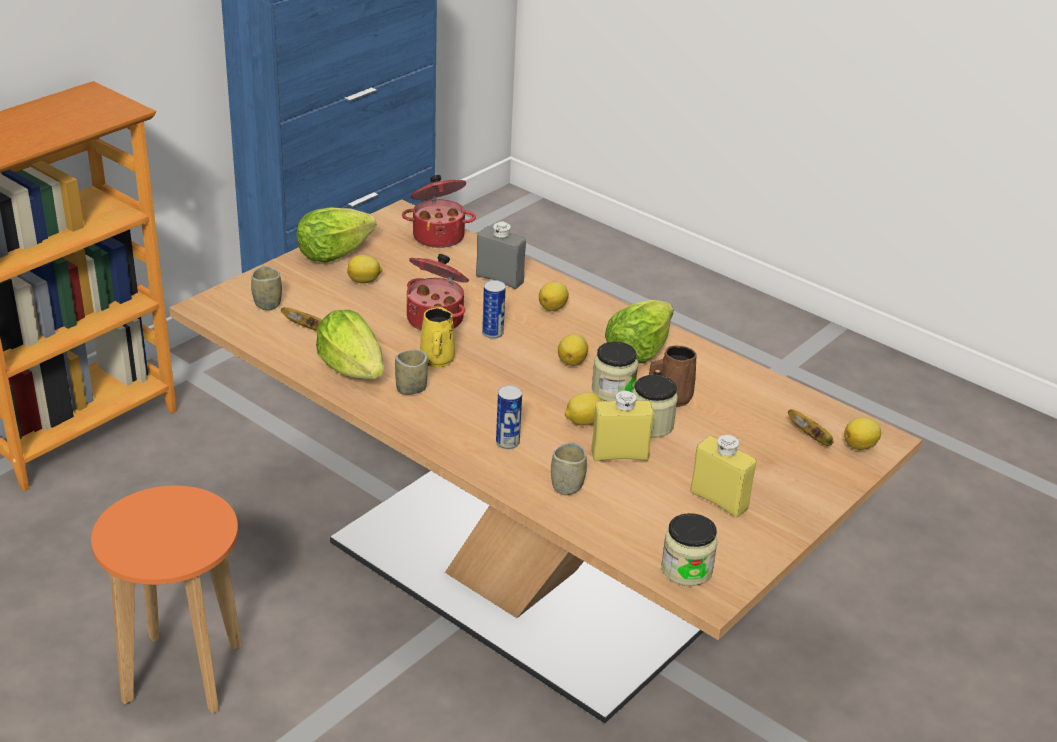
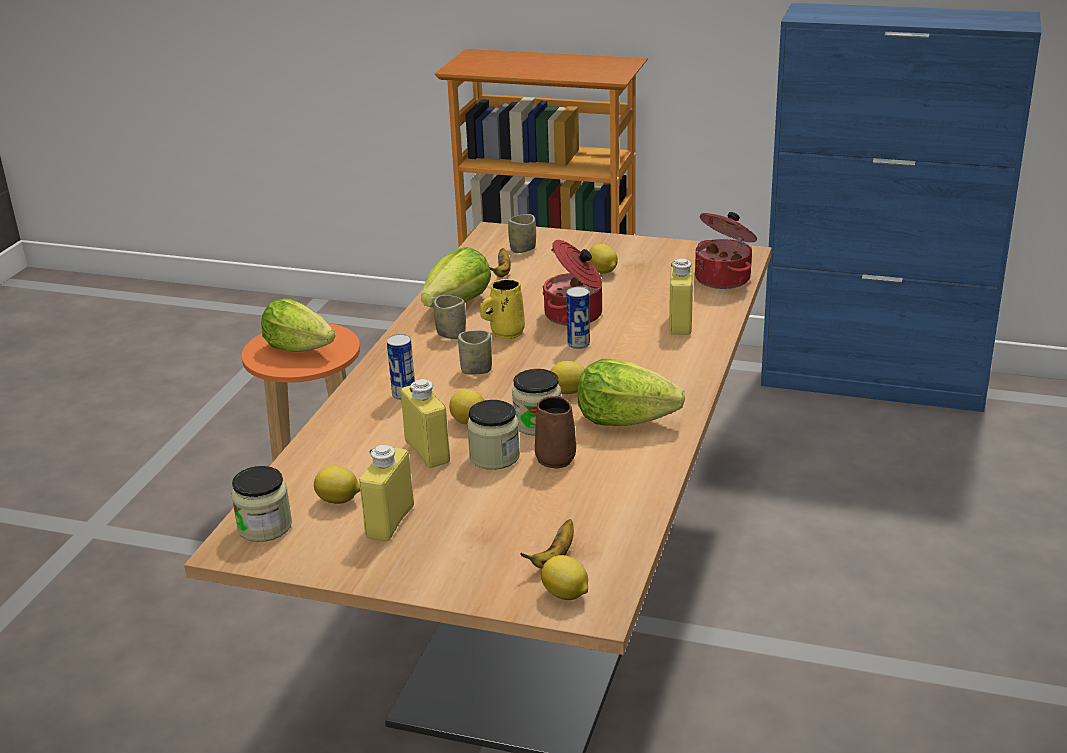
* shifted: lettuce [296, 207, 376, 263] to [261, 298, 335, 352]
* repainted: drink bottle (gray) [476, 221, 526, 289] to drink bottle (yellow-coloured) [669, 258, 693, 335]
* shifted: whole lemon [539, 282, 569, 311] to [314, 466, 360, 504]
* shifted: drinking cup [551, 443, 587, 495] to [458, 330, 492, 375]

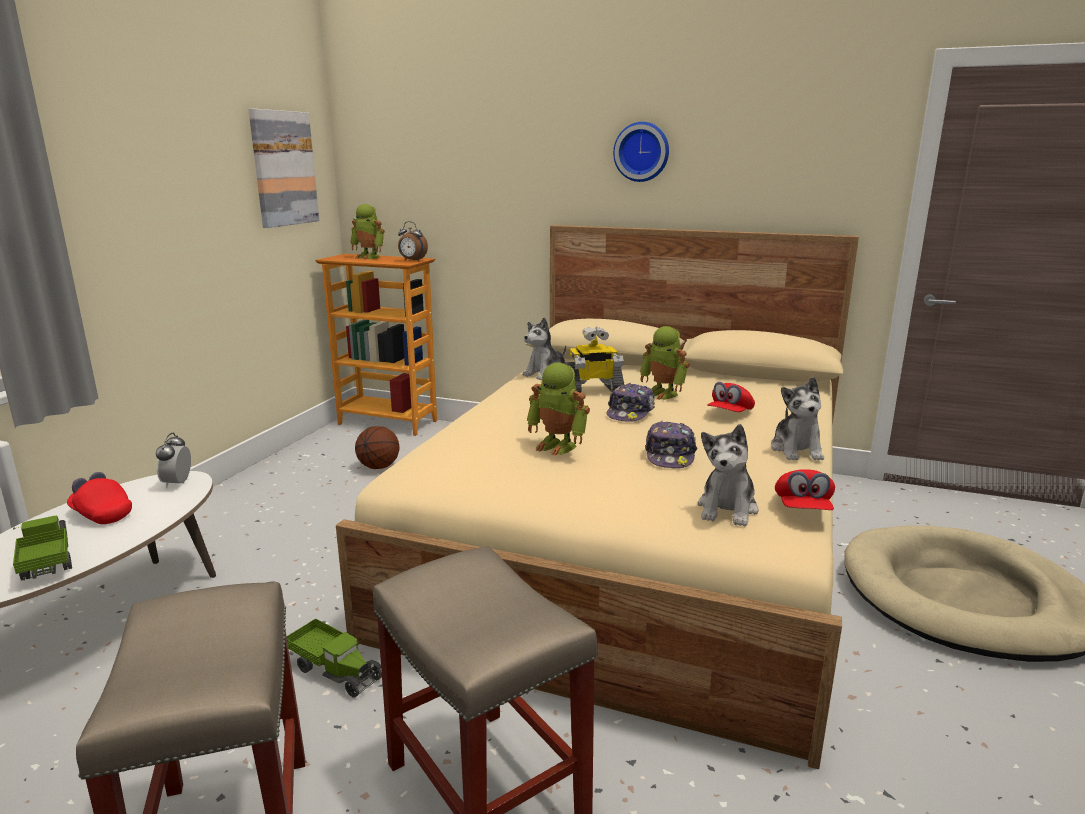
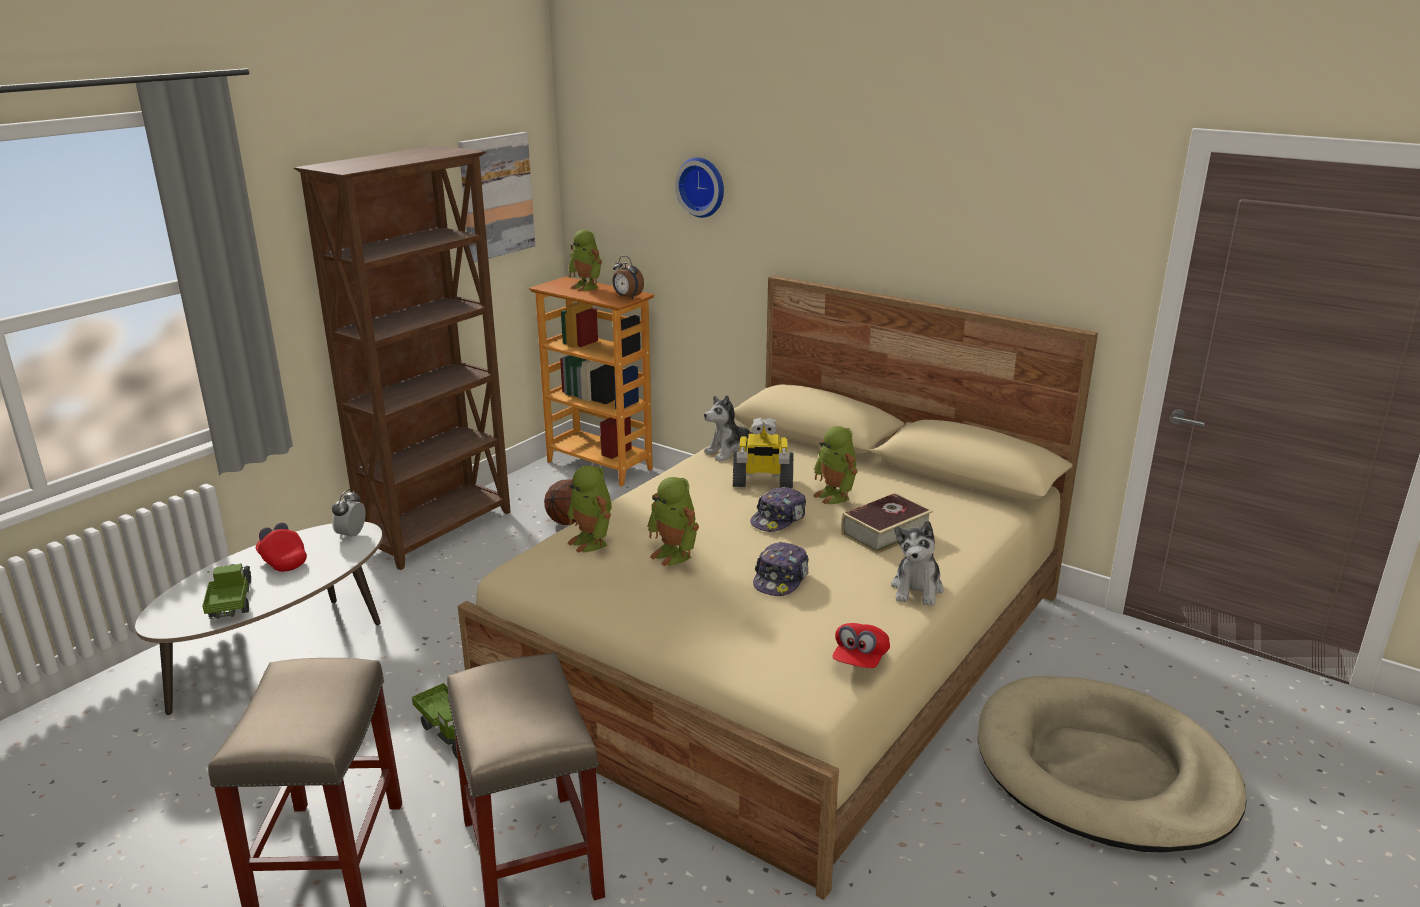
* shifted: clock on the wall [613, 122, 669, 182] to [675, 157, 724, 218]
* gone: plush toy [698, 424, 759, 527]
* swapped: peaked cap (red) [707, 382, 755, 412] to book [841, 493, 933, 554]
* new: bookshelf (brownish) [294, 145, 511, 570]
* new: robot figure [567, 465, 612, 553]

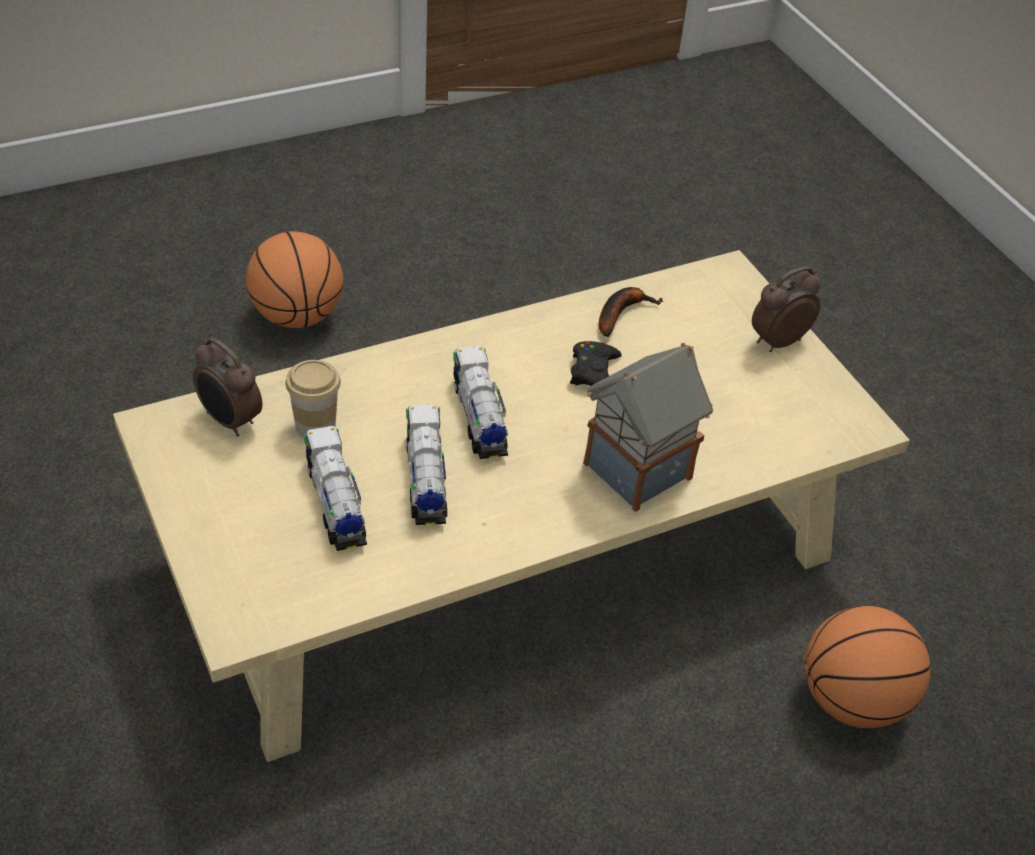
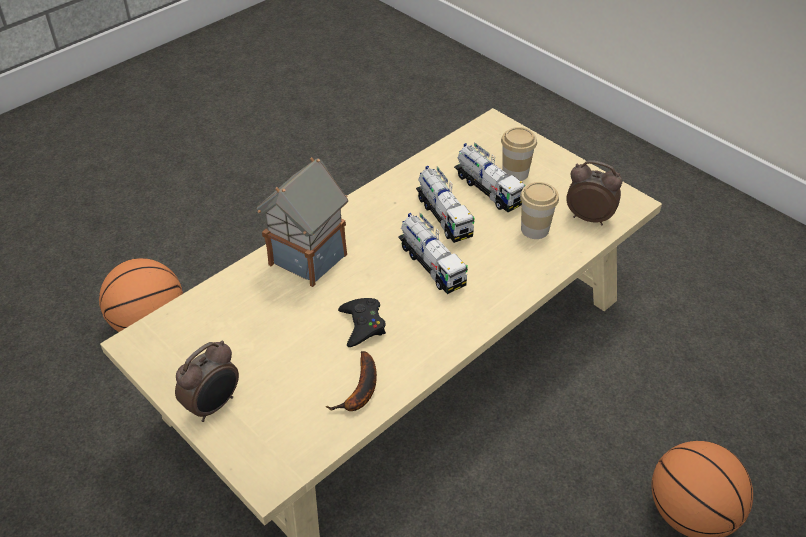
* new: drinking cup [501, 127, 537, 181]

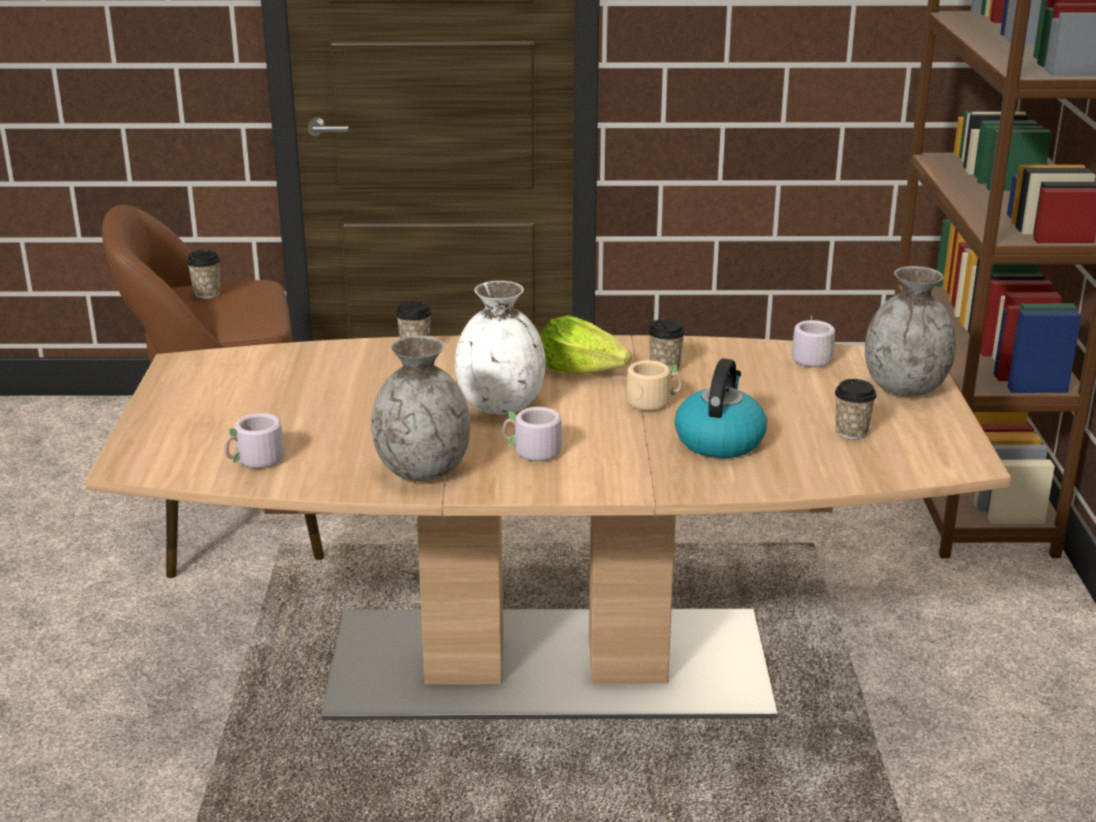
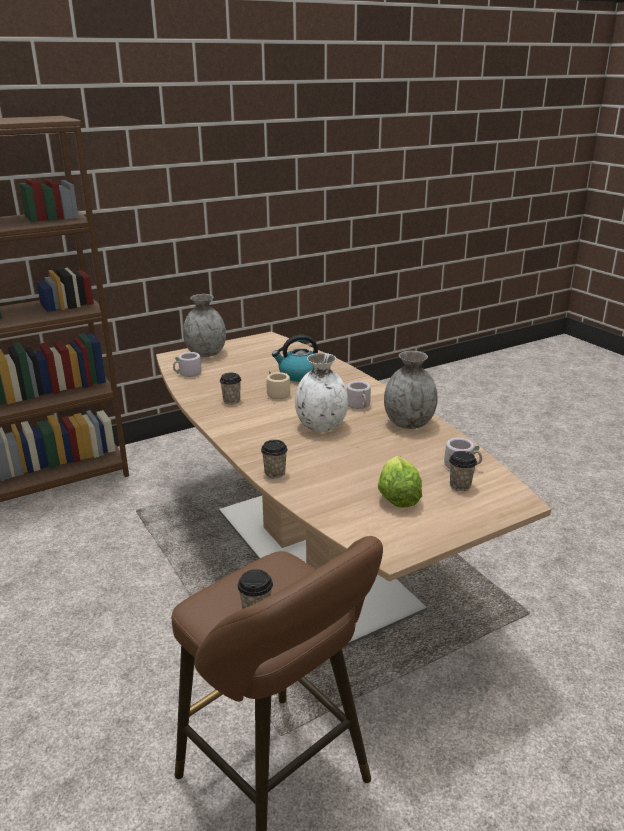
* shifted: lettuce [540, 315, 632, 374] to [378, 456, 422, 508]
* shifted: drinking cup [835, 379, 876, 439] to [449, 451, 477, 491]

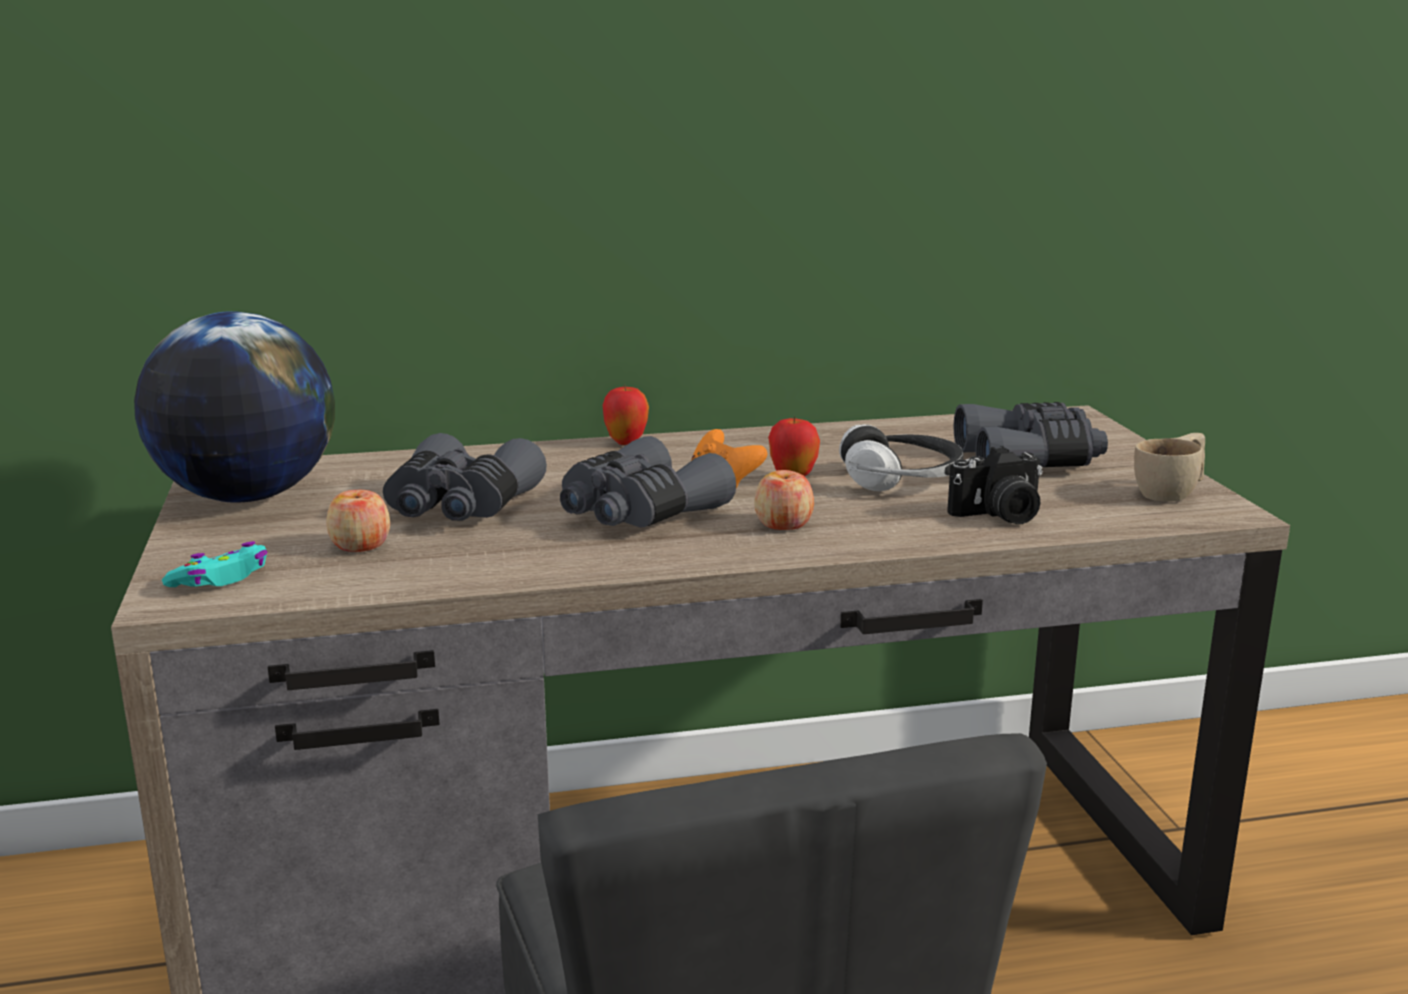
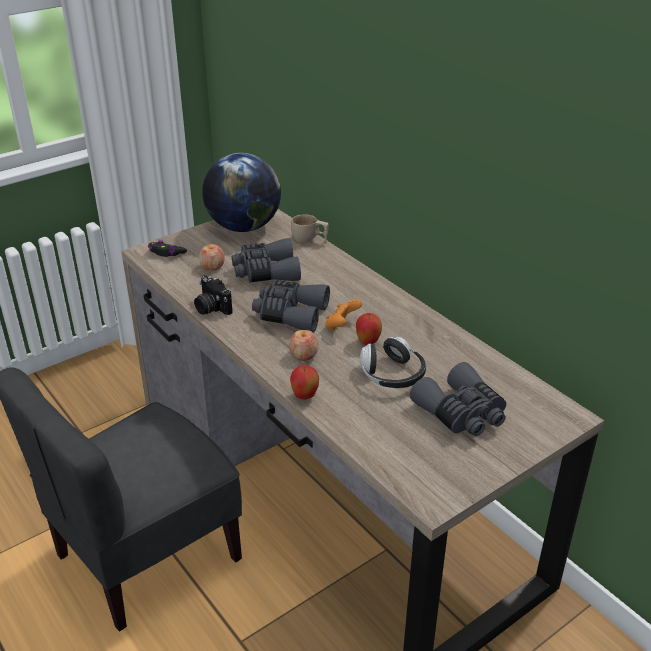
* repainted: joypad (turquoise-coloured) [162, 541, 268, 587] to joypad (blackish) [148, 240, 187, 257]
* shifted: apple [603, 384, 649, 445] to [290, 365, 319, 400]
* shifted: photo camera [947, 446, 1042, 524] to [194, 275, 233, 315]
* shifted: drinking cup (beige) [1134, 433, 1205, 501] to [291, 214, 329, 244]

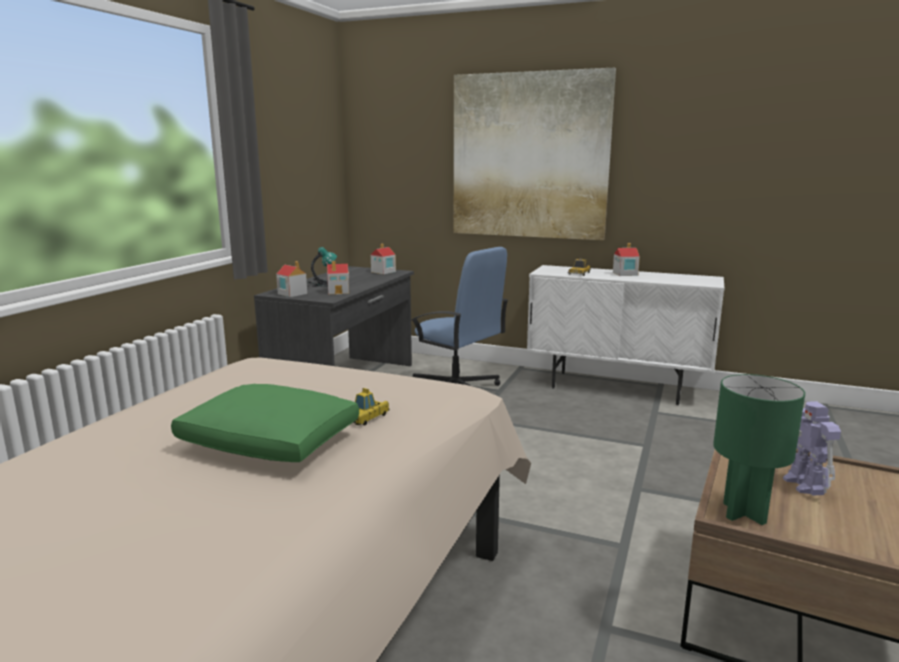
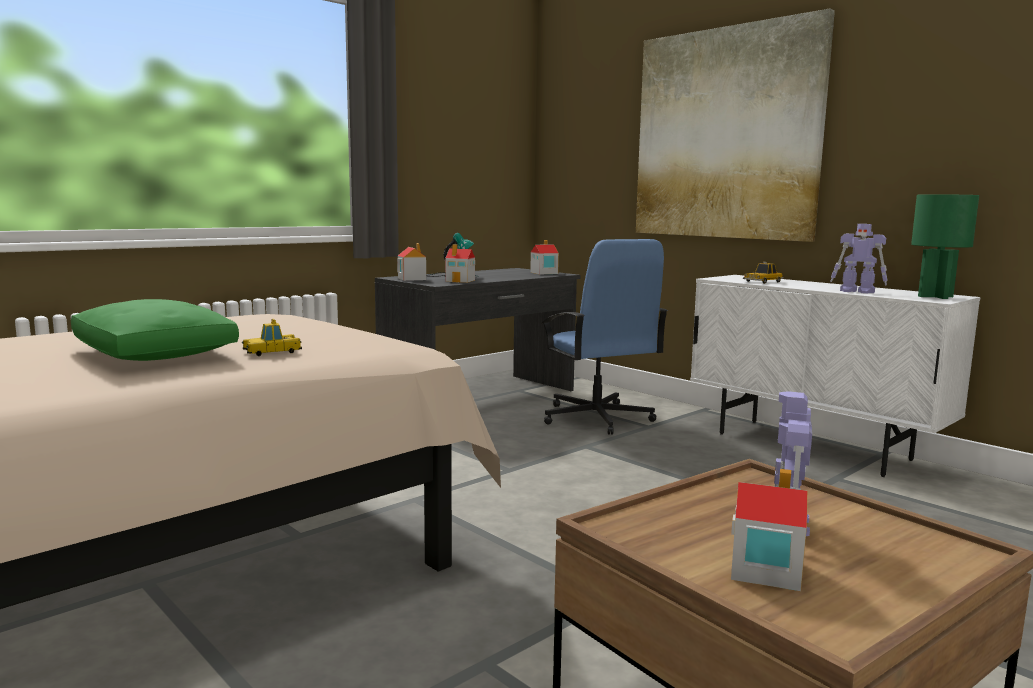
* shifted: model house [613, 243, 640, 276] to [731, 469, 807, 591]
* shifted: lamp for a table (green) [713, 374, 805, 525] to [911, 194, 979, 299]
* new: robot figure [830, 224, 888, 294]

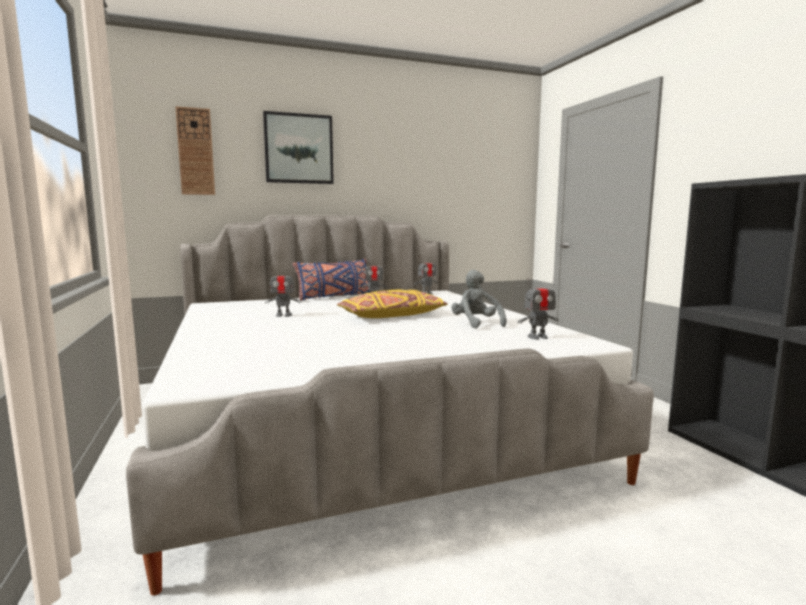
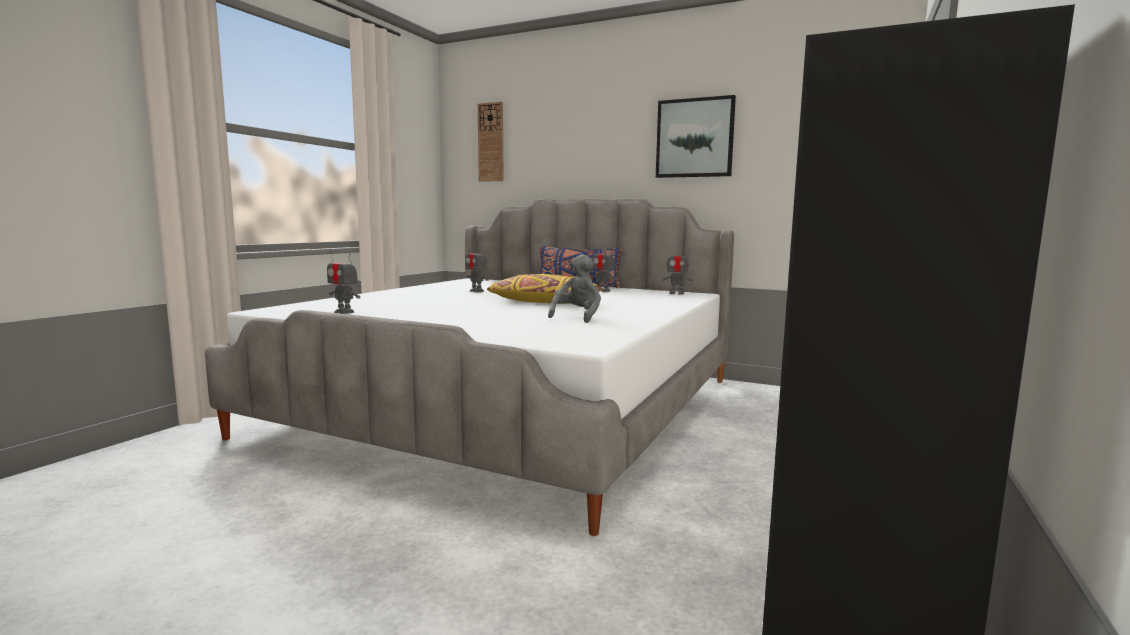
* shifted: wall art [263, 111, 334, 184] to [656, 95, 736, 178]
* shifted: robot figure [518, 278, 558, 340] to [327, 251, 360, 314]

